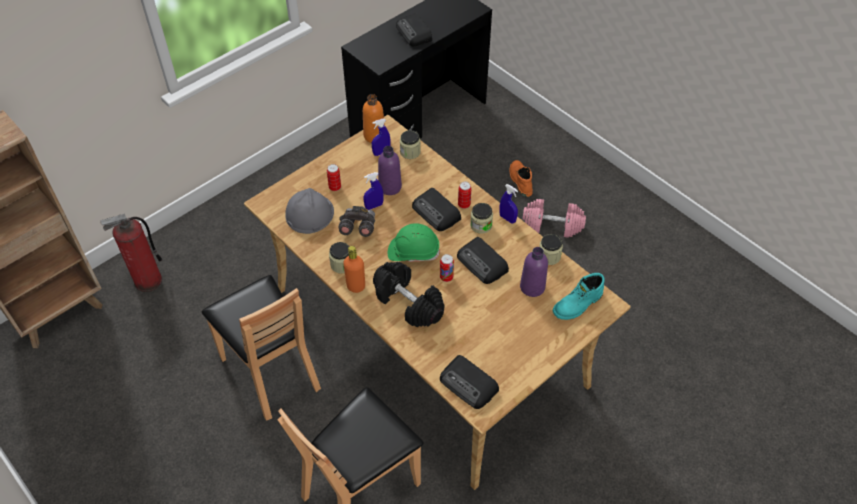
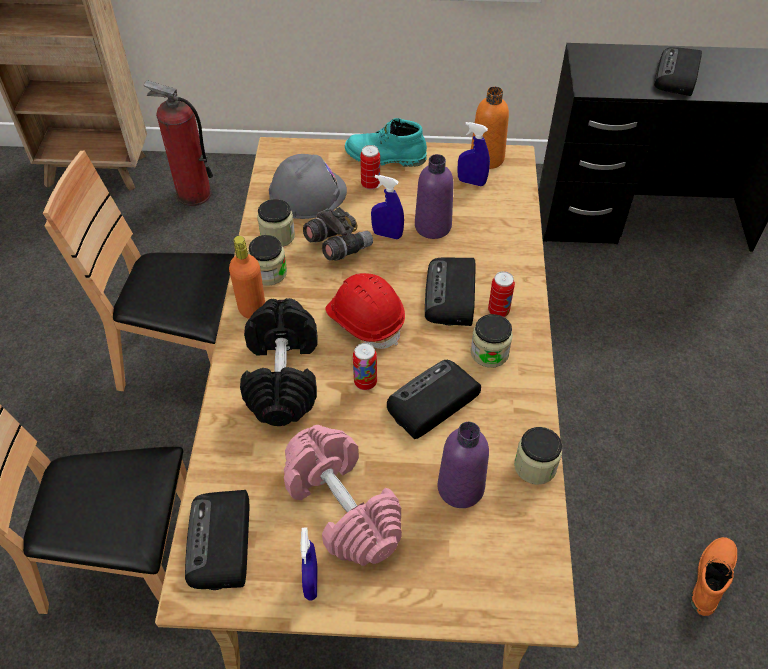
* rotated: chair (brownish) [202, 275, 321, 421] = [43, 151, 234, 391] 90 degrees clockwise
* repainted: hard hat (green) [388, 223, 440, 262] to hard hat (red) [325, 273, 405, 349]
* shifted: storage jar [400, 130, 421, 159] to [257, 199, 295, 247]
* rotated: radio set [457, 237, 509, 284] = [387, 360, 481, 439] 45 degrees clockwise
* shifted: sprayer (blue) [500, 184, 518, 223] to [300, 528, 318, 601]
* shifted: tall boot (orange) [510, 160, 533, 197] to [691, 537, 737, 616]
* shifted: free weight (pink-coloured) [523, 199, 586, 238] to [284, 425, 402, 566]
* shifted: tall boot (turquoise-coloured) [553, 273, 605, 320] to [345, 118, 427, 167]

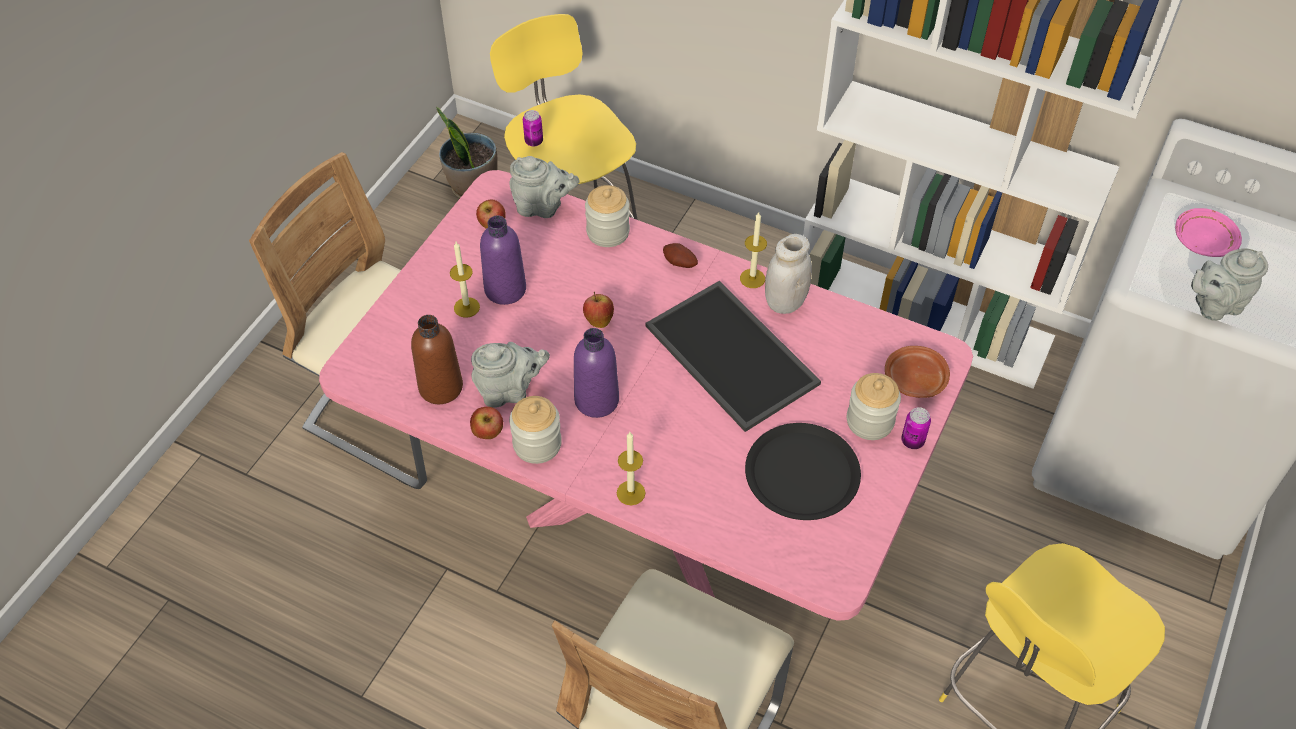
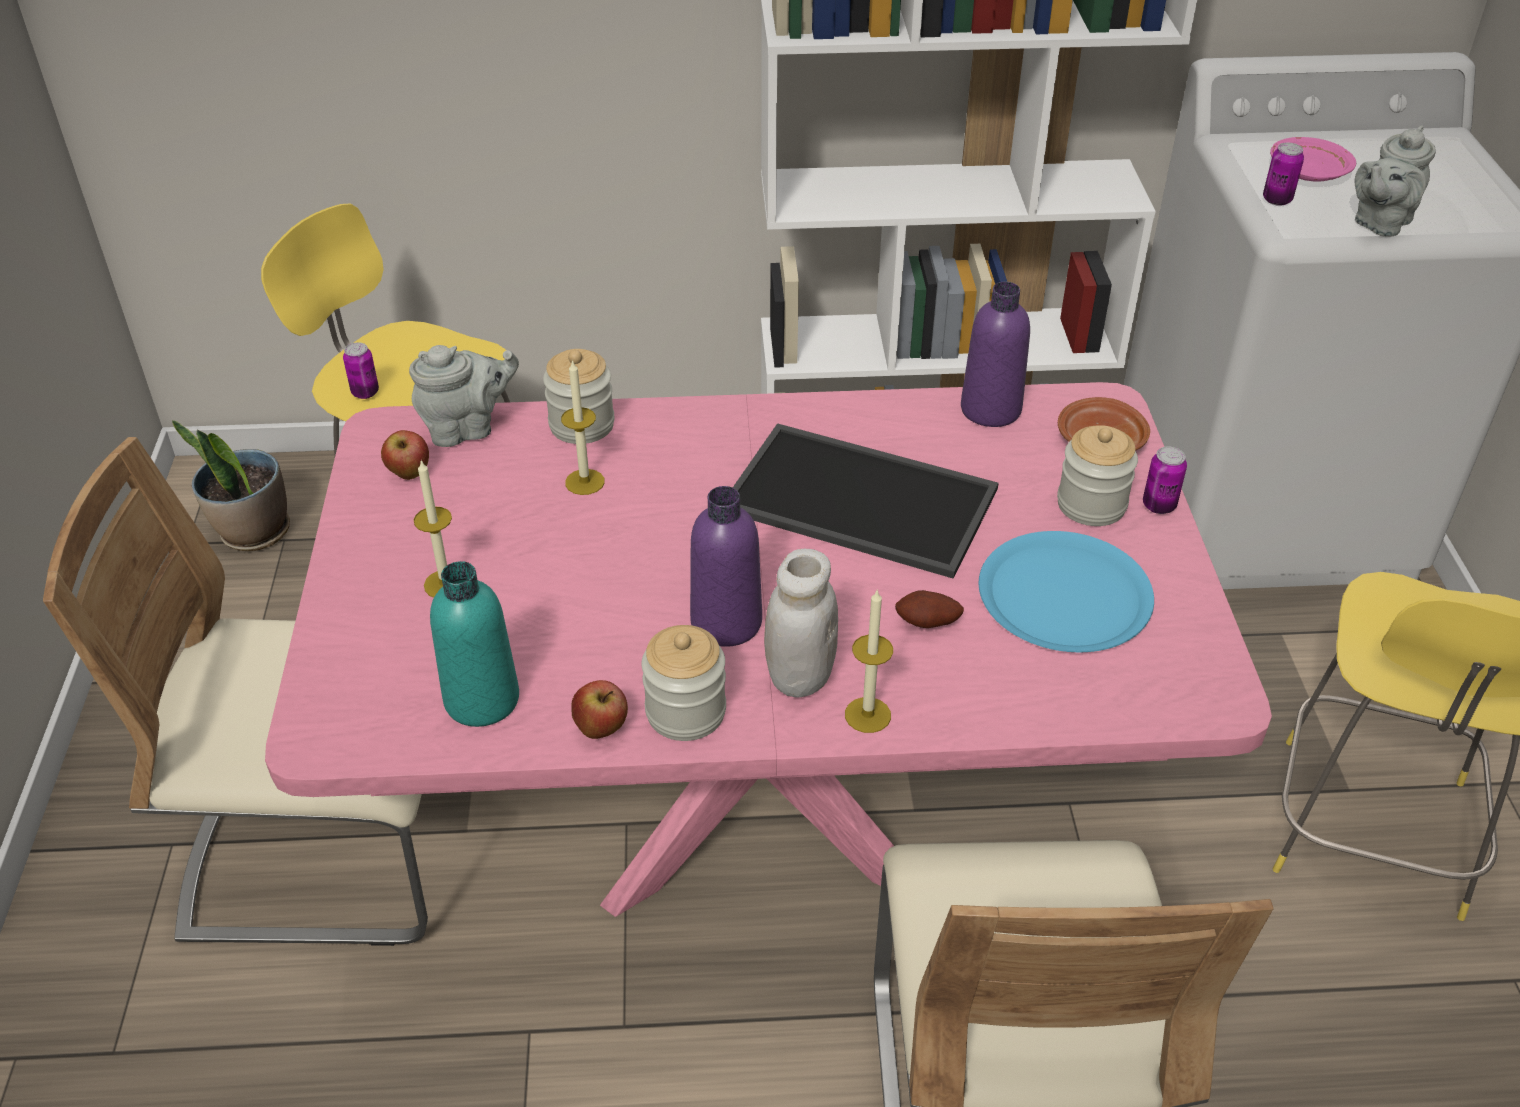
* repainted: drink bottle (brownish) [411, 315, 463, 404] to drink bottle (turquoise-coloured) [430, 561, 519, 727]
* gone: pot for tea (gray) [471, 342, 550, 408]
* shifted: drink bottle (purple) [480, 216, 526, 305] to [961, 282, 1030, 427]
* gone: apple [583, 291, 614, 328]
* shifted: whole potato [663, 243, 698, 268] to [895, 590, 964, 628]
* shifted: wax candle [740, 212, 767, 288] to [561, 360, 605, 495]
* repainted: plate (blackish) [745, 423, 861, 520] to plate (blue) [979, 531, 1154, 652]
* shifted: storage jar (white) [765, 234, 812, 314] to [764, 549, 838, 698]
* new: can [1263, 143, 1304, 206]

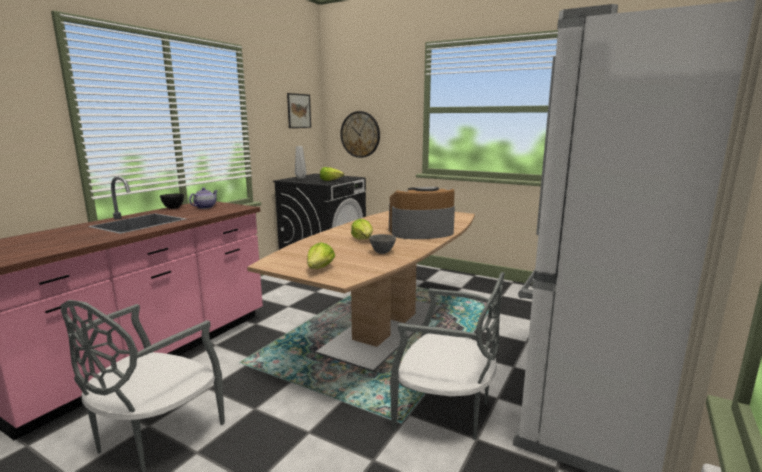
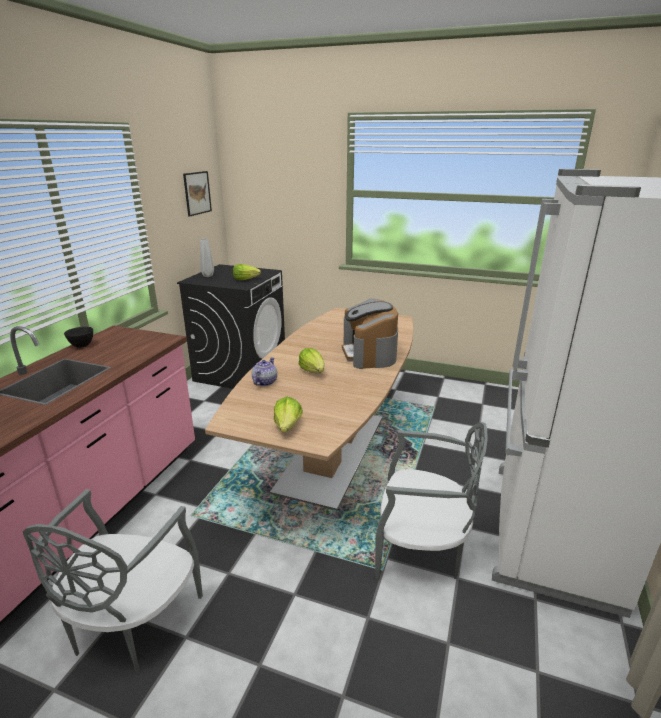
* shifted: pot for tea [189, 188, 218, 209] to [252, 357, 277, 386]
* gone: clock on the wall [340, 111, 380, 158]
* gone: bowl (gray) [369, 234, 396, 254]
* rotated: coffee brewer [389, 187, 455, 239] = [342, 299, 398, 369] 75 degrees counterclockwise

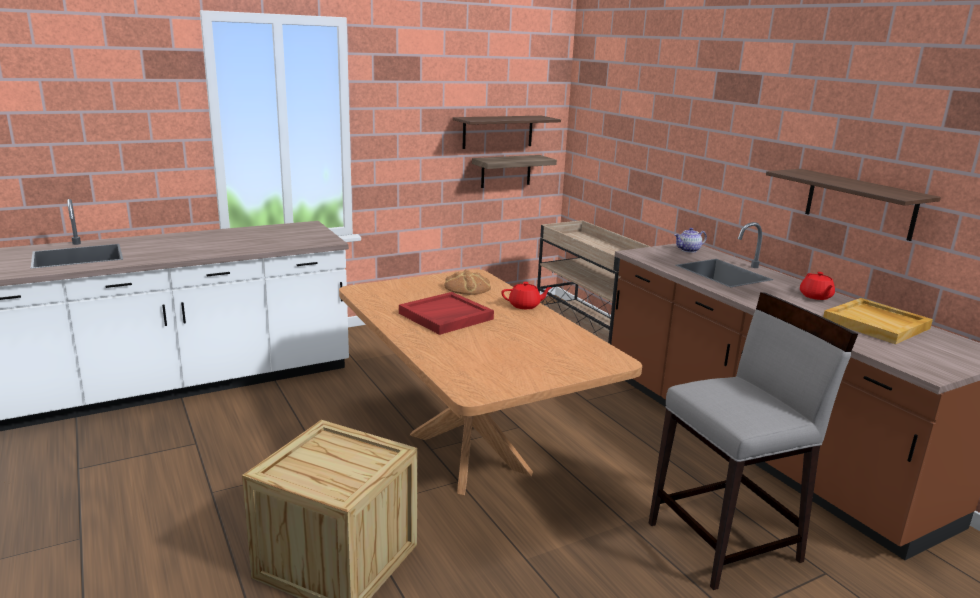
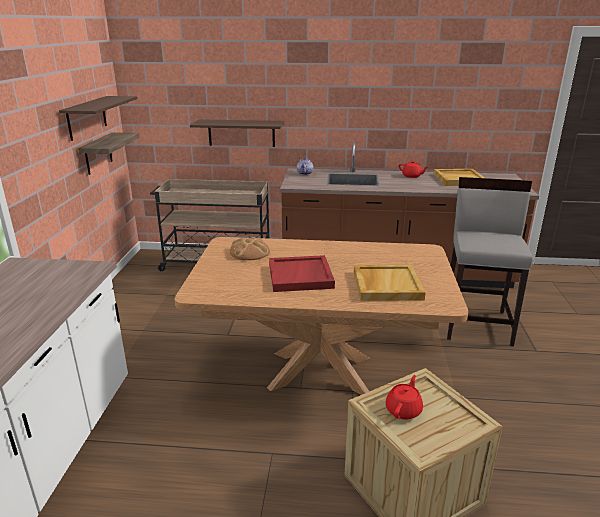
* shifted: pot for tea (red) [501, 282, 553, 309] to [386, 375, 423, 420]
* shifted: wall shelf [766, 169, 941, 241] to [190, 119, 284, 147]
* new: serving tray (beige) [354, 265, 426, 301]

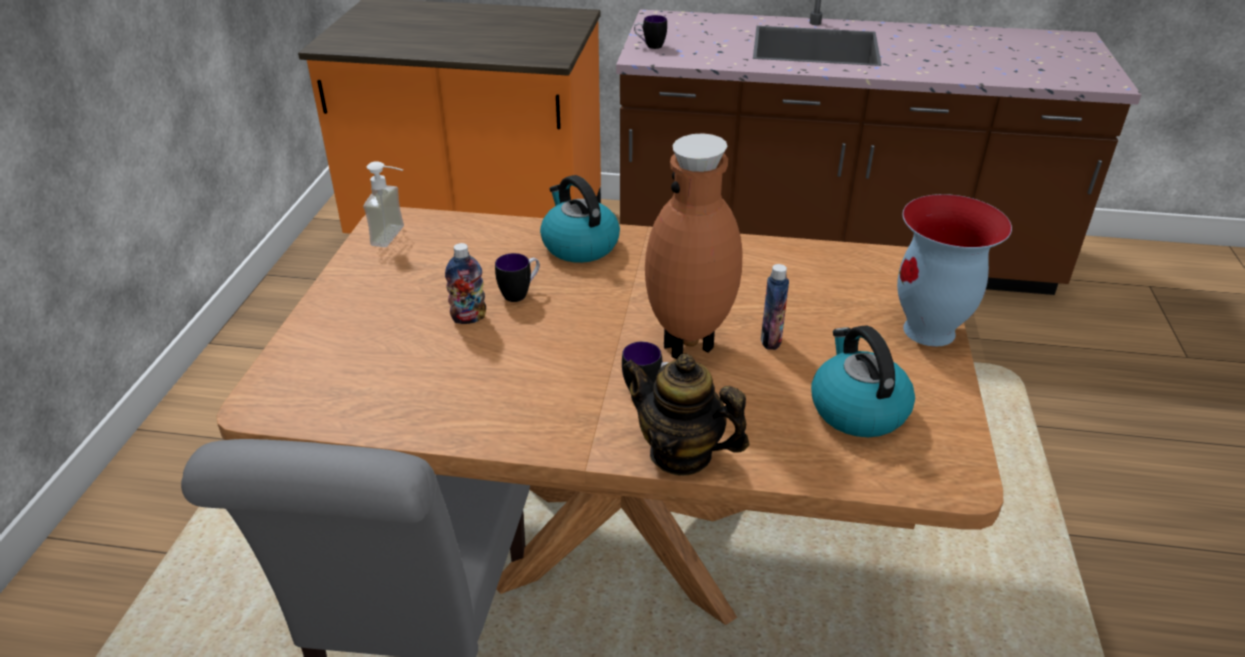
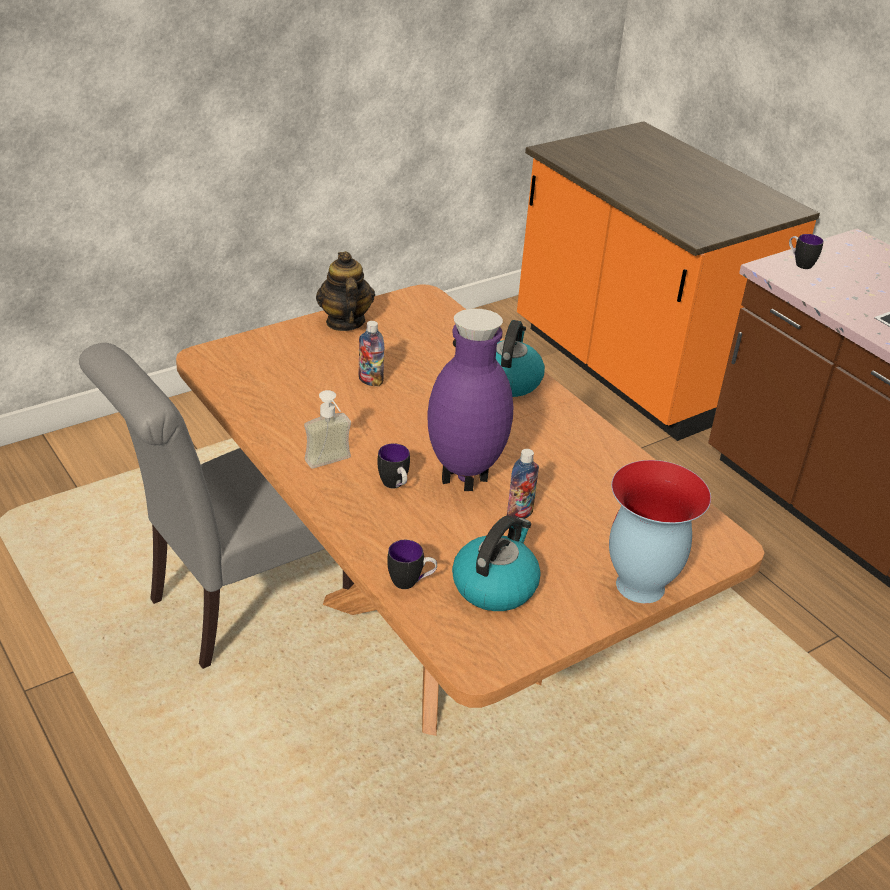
* shifted: soap bottle [363, 161, 404, 247] to [304, 390, 351, 469]
* shifted: coffee mug [495, 253, 540, 302] to [387, 540, 437, 589]
* shifted: pot for tea [623, 354, 749, 476] to [316, 251, 375, 331]
* repainted: flower vase (brownish) [645, 133, 743, 359] to flower vase (purple) [428, 309, 513, 491]

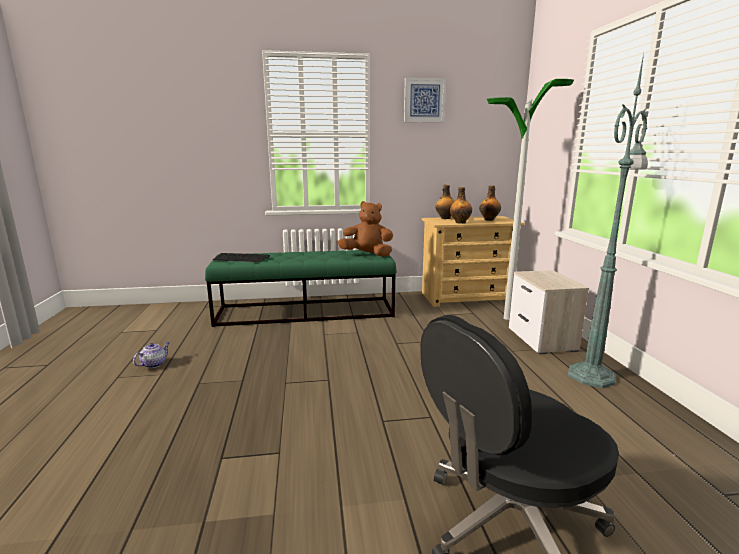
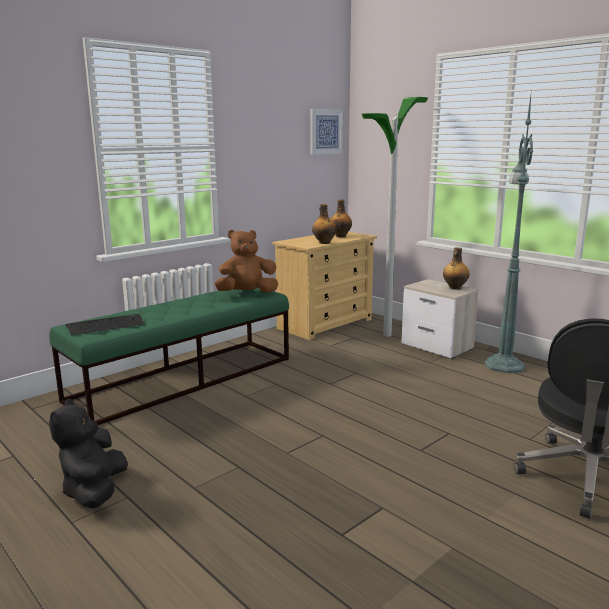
* swapped: pot for tea [133, 342, 170, 368] to plush toy (blackish) [49, 399, 128, 508]
* shifted: wall art [404, 77, 446, 123] to [310, 109, 343, 155]
* shifted: drink bottle [435, 185, 455, 219] to [443, 247, 469, 290]

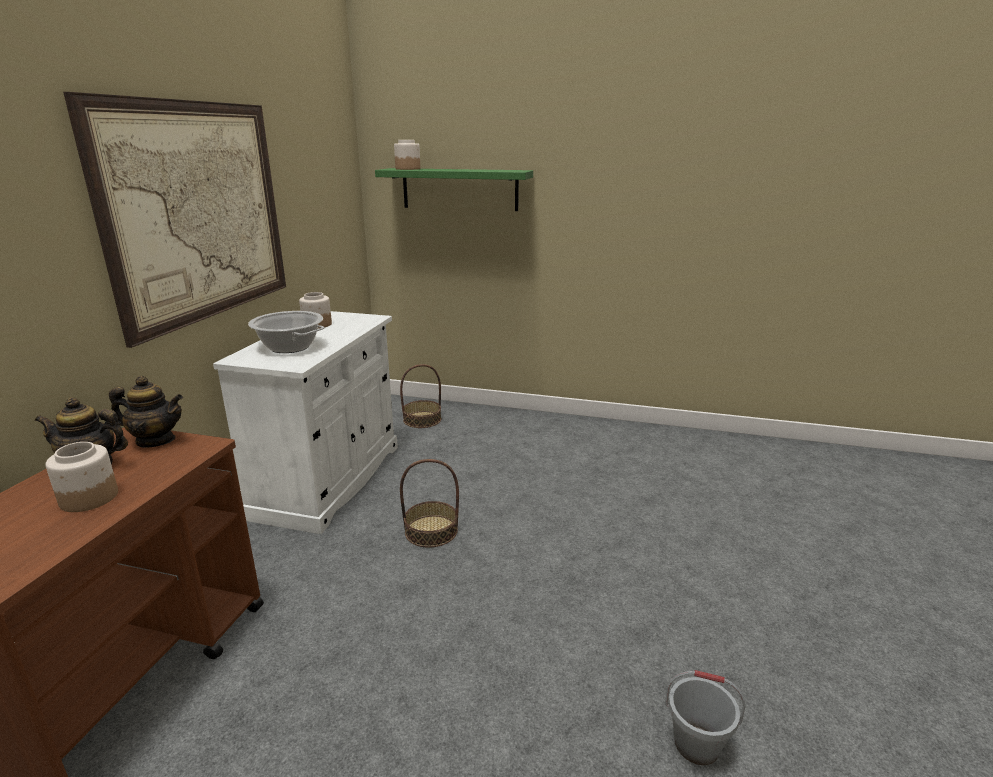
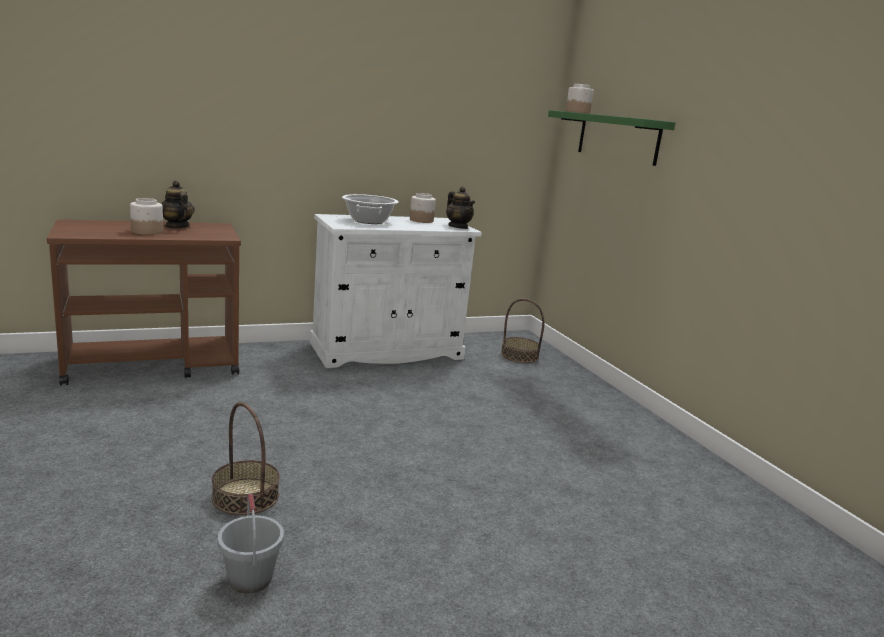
* gone: wall art [63, 92, 286, 348]
* shifted: pot for tea [109, 376, 183, 447] to [446, 186, 475, 229]
* shifted: household basket [400, 459, 459, 548] to [212, 402, 280, 515]

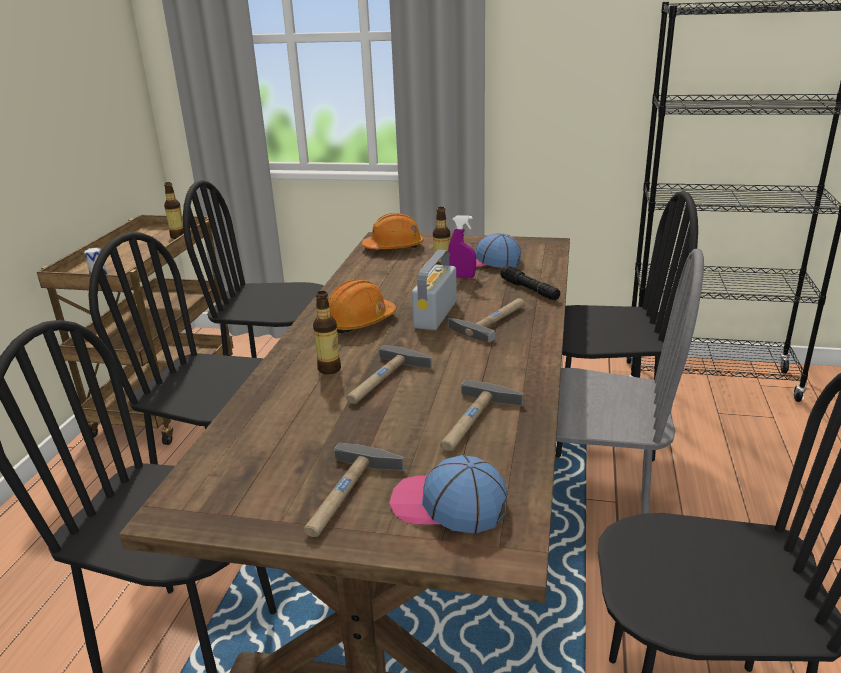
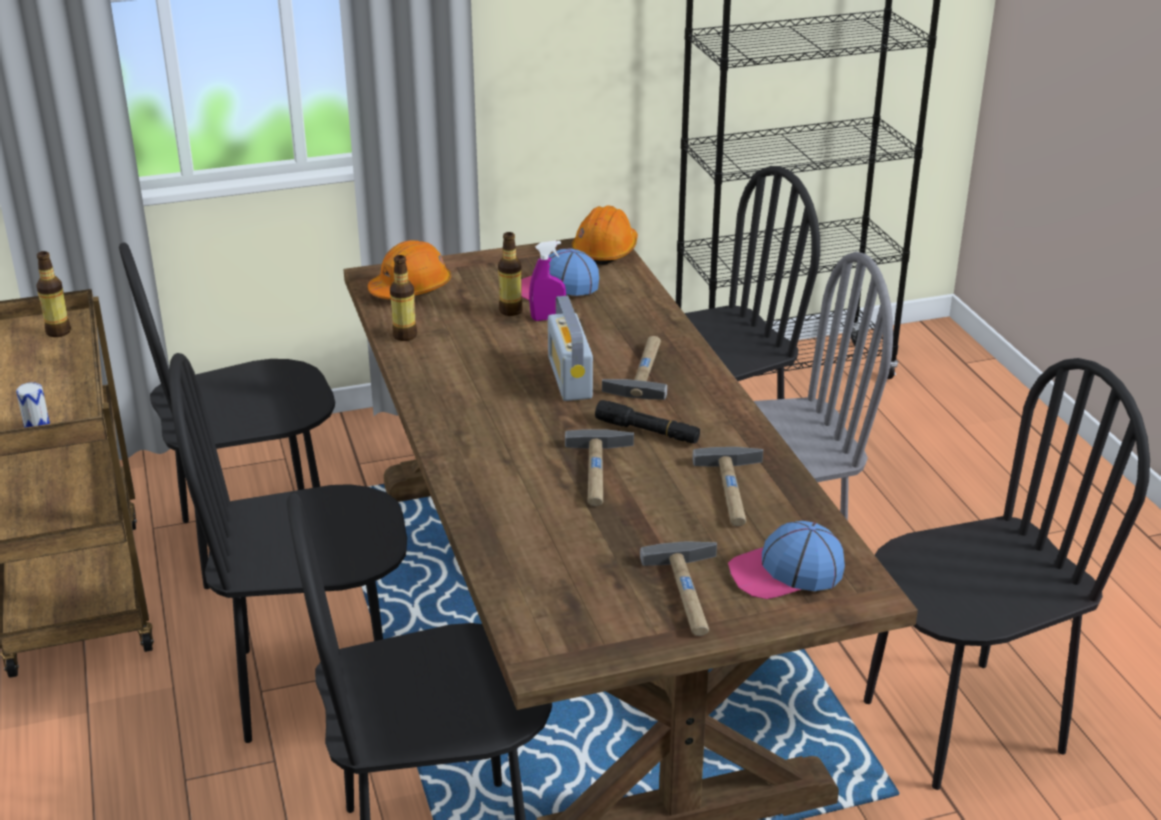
* shifted: drink bottle [313, 291, 341, 375] to [390, 255, 417, 341]
* shifted: hard hat (orange) [328, 280, 396, 334] to [572, 206, 638, 265]
* shifted: torch (blackish) [500, 266, 560, 300] to [595, 400, 700, 443]

